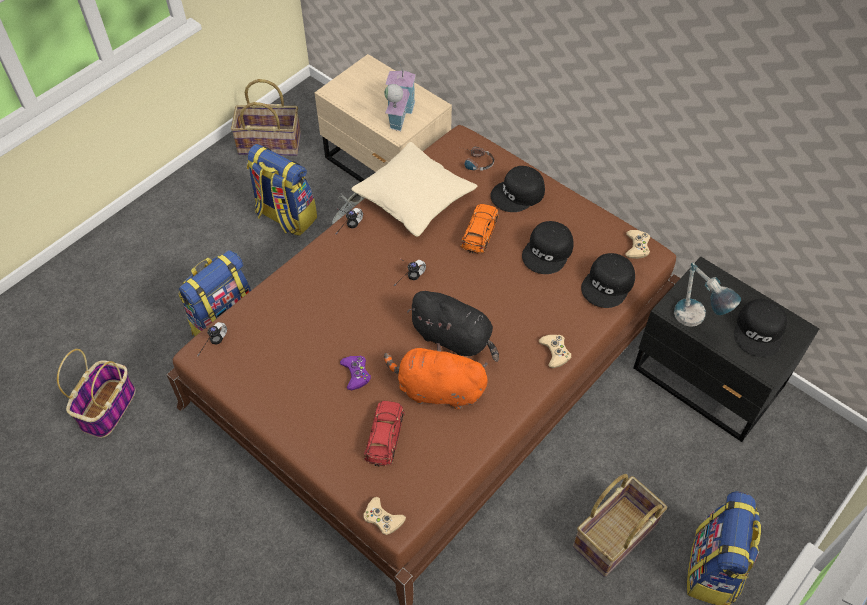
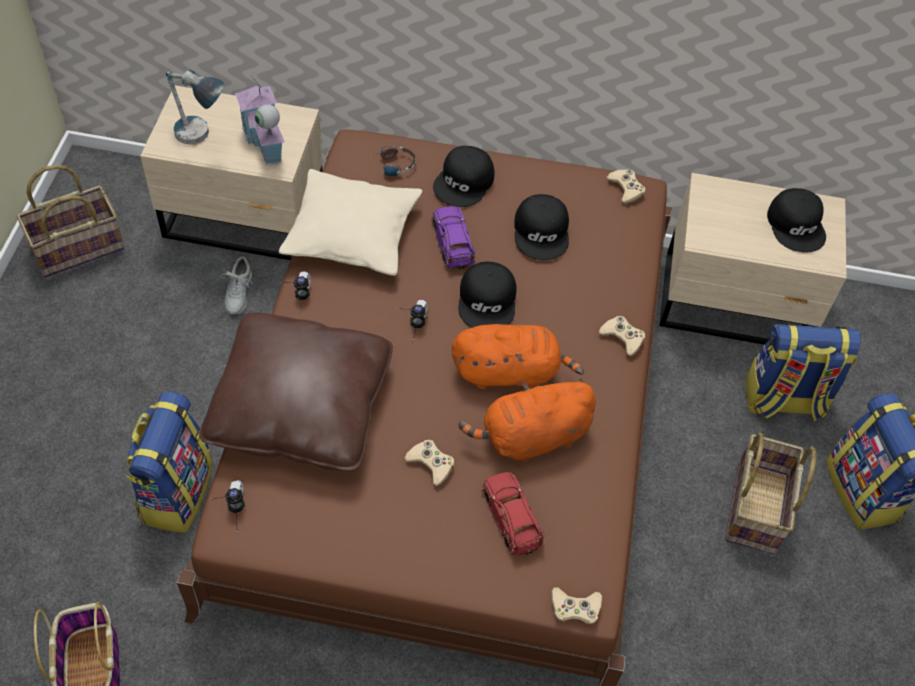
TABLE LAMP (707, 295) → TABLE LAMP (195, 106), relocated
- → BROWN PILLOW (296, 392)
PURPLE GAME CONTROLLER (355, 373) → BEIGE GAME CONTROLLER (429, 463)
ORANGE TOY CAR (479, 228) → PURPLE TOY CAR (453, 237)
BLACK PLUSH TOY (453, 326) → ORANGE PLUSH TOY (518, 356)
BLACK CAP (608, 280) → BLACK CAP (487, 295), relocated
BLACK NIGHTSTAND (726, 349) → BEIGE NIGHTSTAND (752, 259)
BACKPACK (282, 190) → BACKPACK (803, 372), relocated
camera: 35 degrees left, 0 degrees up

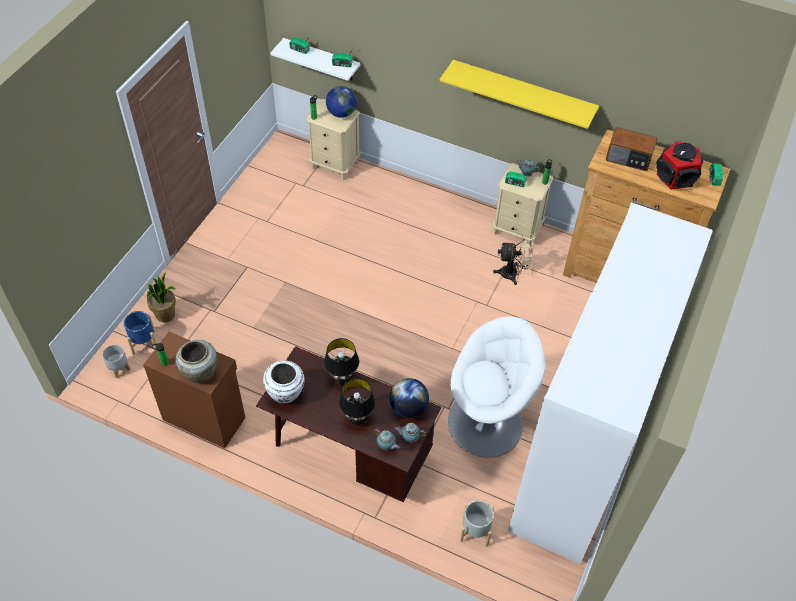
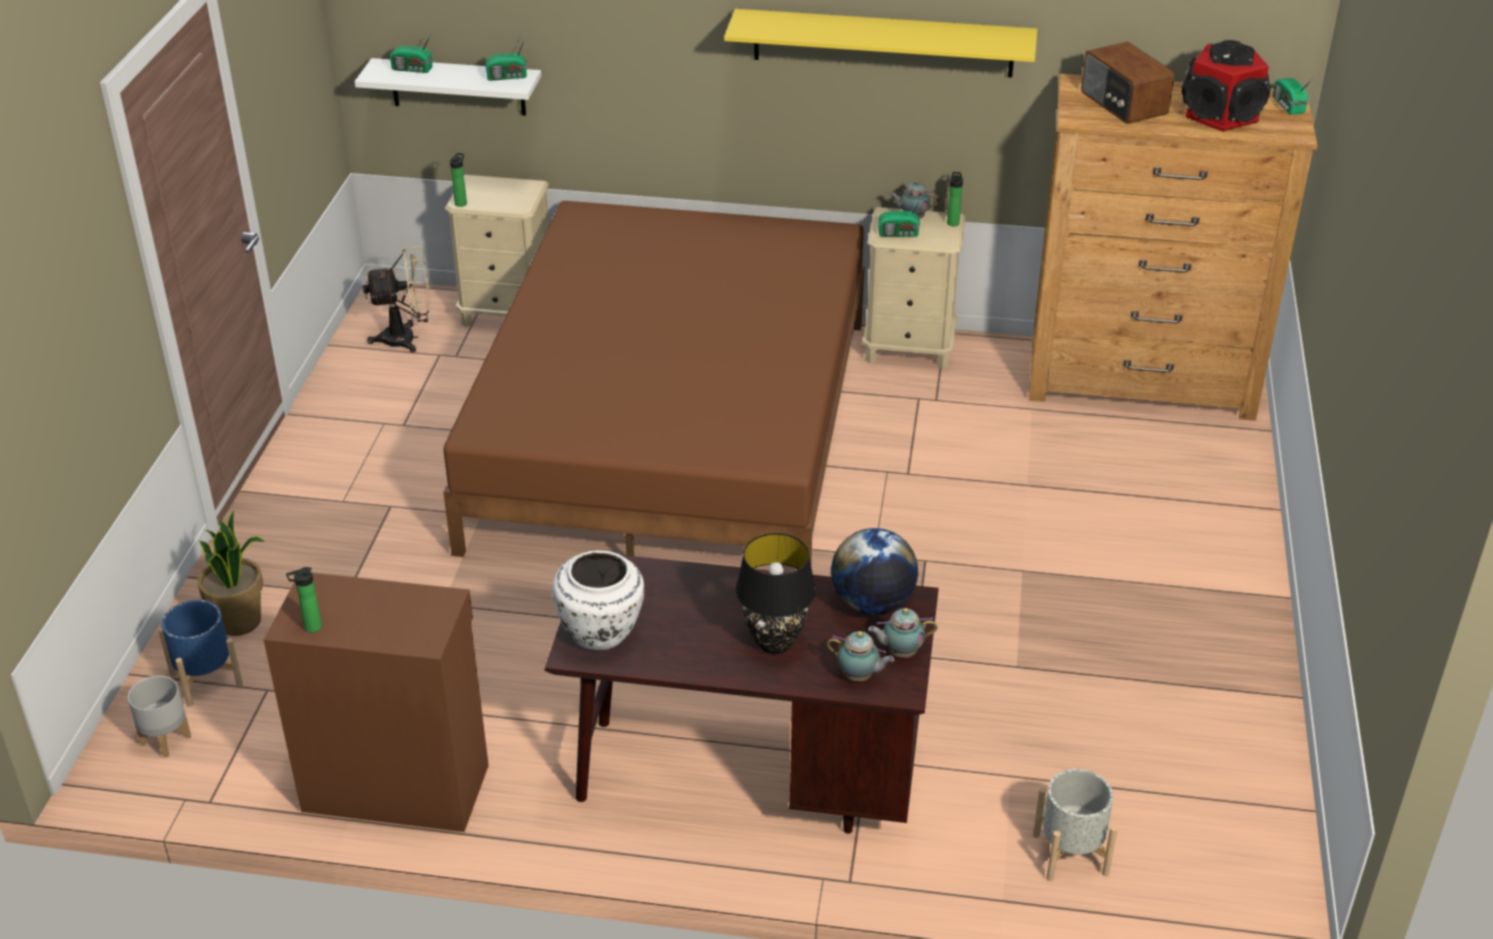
BEIGE FAN (513, 259) → BEIGE FAN (396, 299), relocated
- → BROWN BED (653, 385)
RADIO (631, 149) → RADIO (1127, 83), 60 degrees clockwise
BEIGE VASE (196, 361) → -
BLACK TABLE LAMP (341, 361) → -
GLOBE (341, 102) → -
WHITE ARMCHAIR (496, 387) → -
WHITE WARDROBE (610, 383) → -
camera: 15 degrees left, 15 degrees down

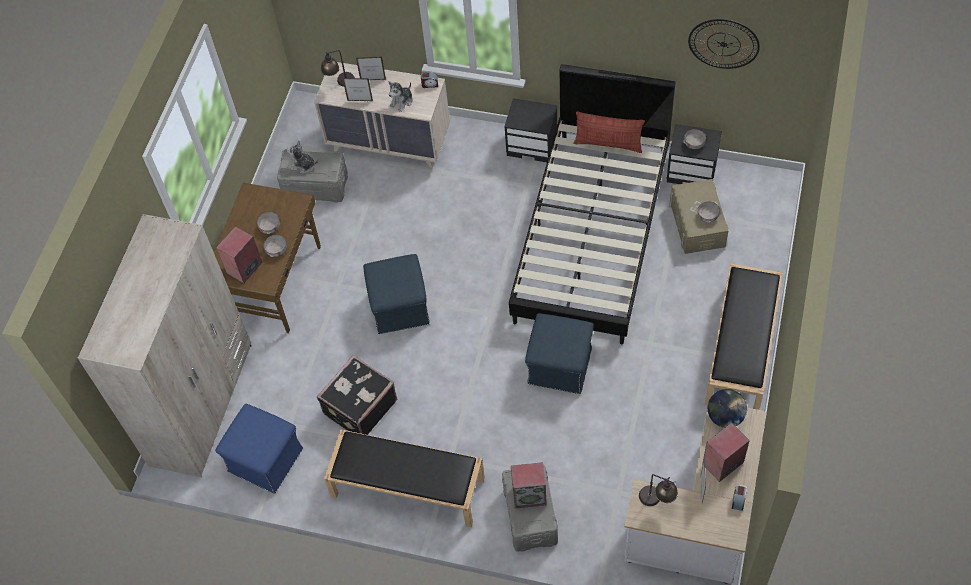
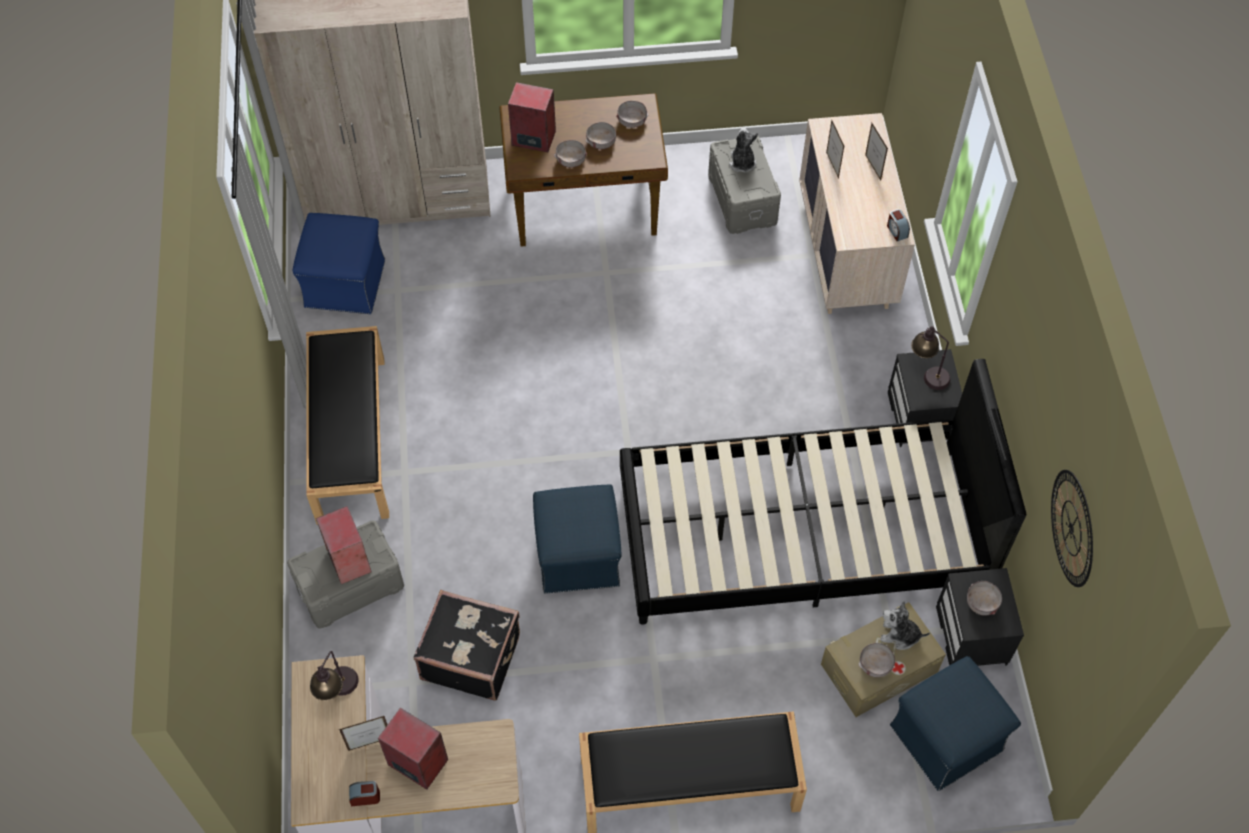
BLACK SUITCASE (357, 395) → BLACK SUITCASE (467, 645), relocated
- → GREY BOWL (632, 114)
PLUSH TOY (401, 96) → PLUSH TOY (905, 625), relocated
BLUE OTTOMAN (396, 294) → BLUE OTTOMAN (955, 723), relocated
TABLE LAMP (338, 68) → TABLE LAMP (930, 358), relocated
PILLOW (609, 132) → -
GLOBE (727, 408) → -
camera: 65 degrees right, 0 degrees up

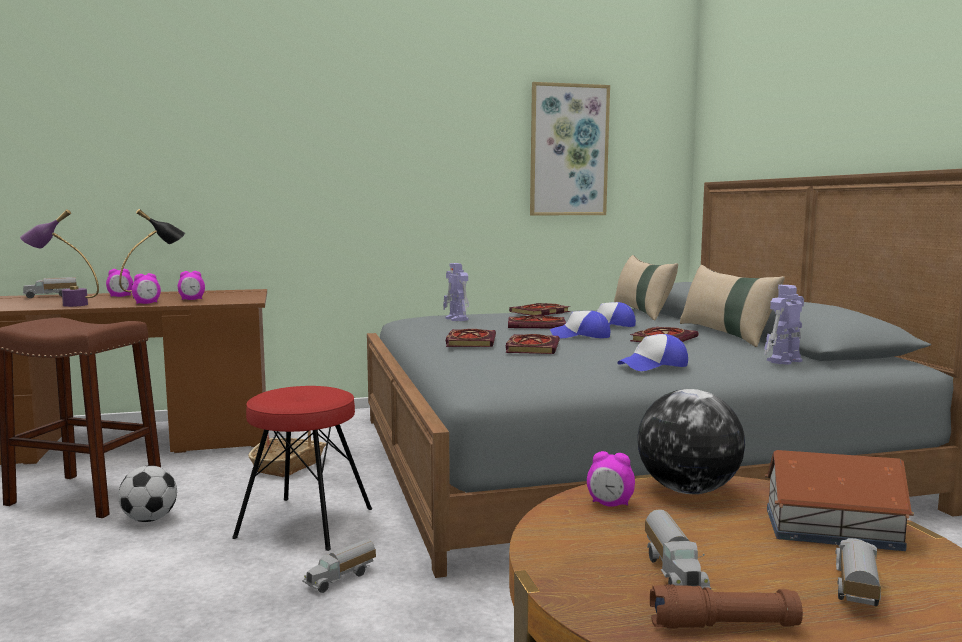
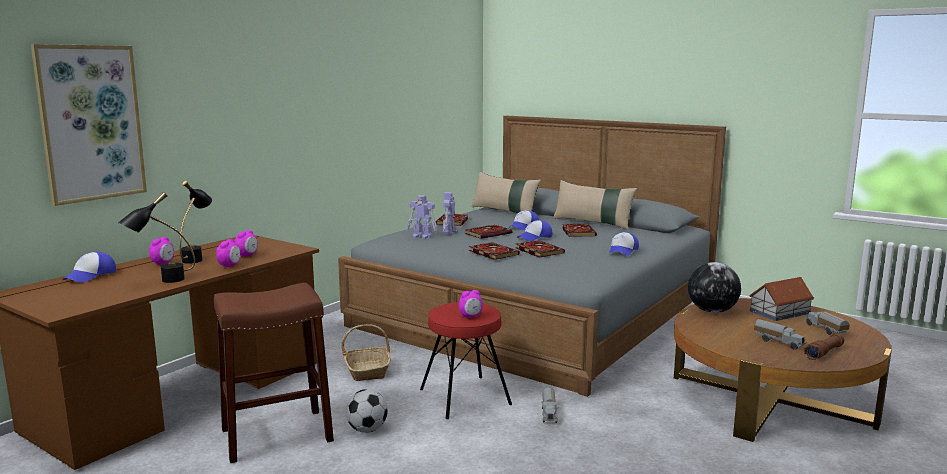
PICTURE (570, 148) → PICTURE (89, 125), relocated
TOY TRUCK (50, 287) → CAP (89, 267)
PURPLE TABLE LAMP (59, 258) → BLACK TABLE LAMP (156, 237)
TOY ROBOT (784, 325) → TOY ROBOT (449, 213), relocated
ALARM CLOCK (611, 479) → ALARM CLOCK (471, 304), relocated
camera: 40 degrees left, 5 degrees up

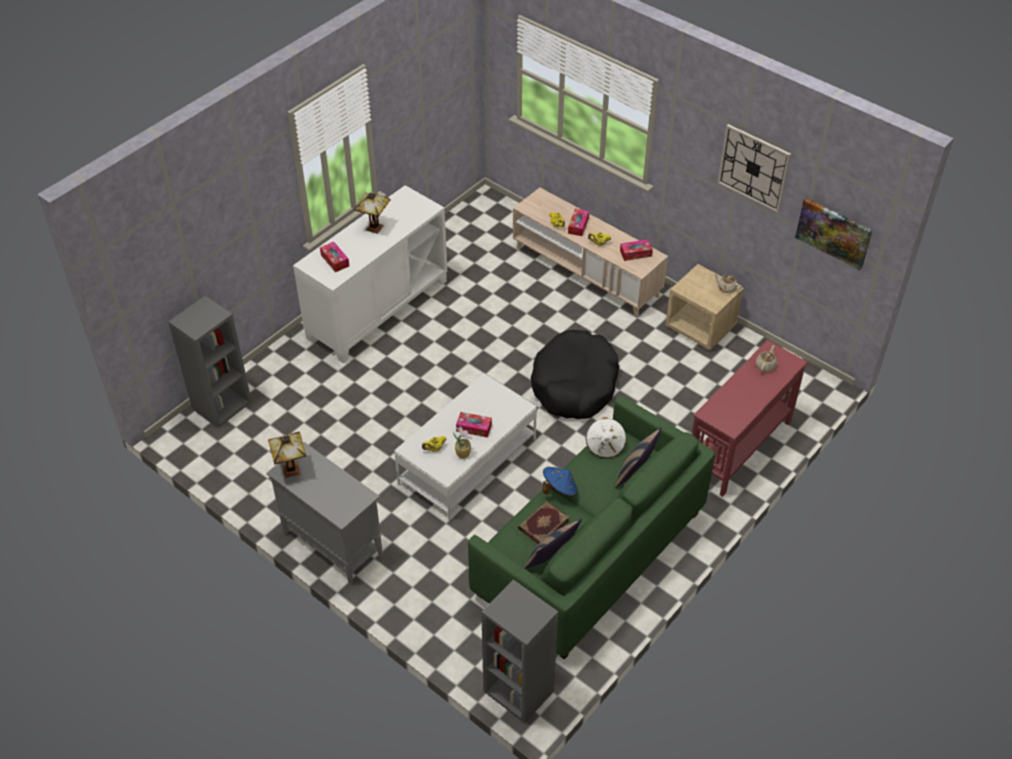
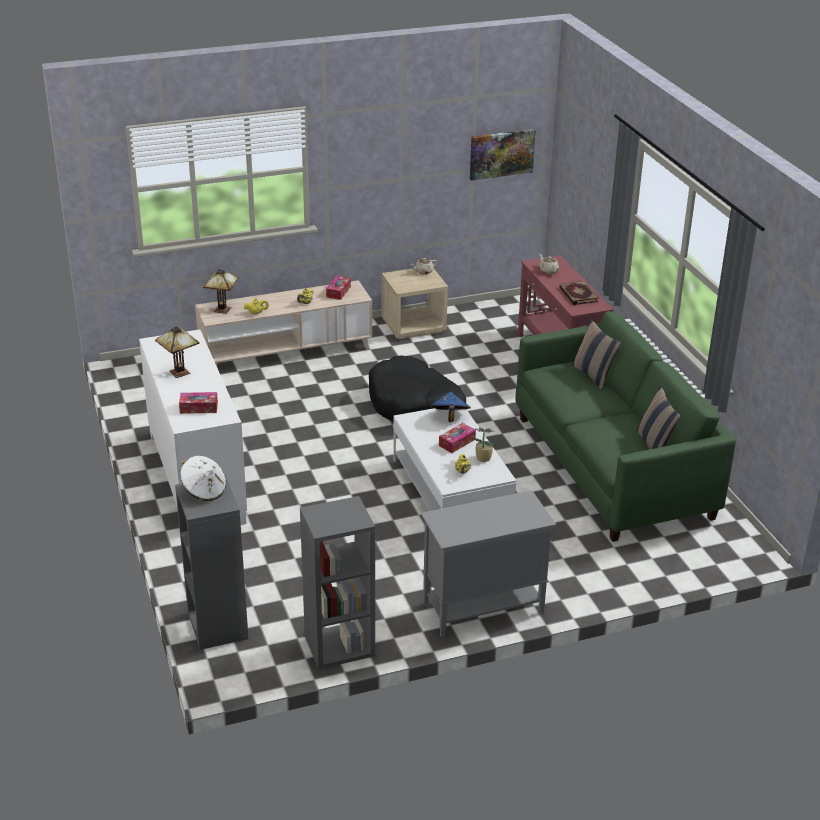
WHITE HAT (606, 438) → WHITE HAT (203, 478), relocated
TABLE LAMP (287, 455) → TABLE LAMP (221, 291), relocated
GREY BOOKCASE (519, 651) → GREY BOOKCASE (337, 582), relocated
BLUE HAT (560, 481) → BLUE HAT (450, 406), relocated
BOOK (544, 522) → BOOK (578, 293), relocated
TISSUE BOX (578, 222) → -
WALL CLOCK (754, 168) → -
camera: 60 degrees left, 15 degrees down

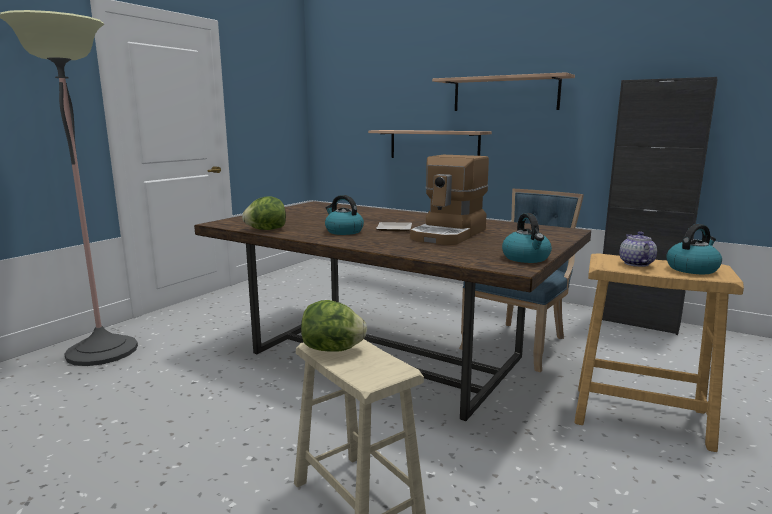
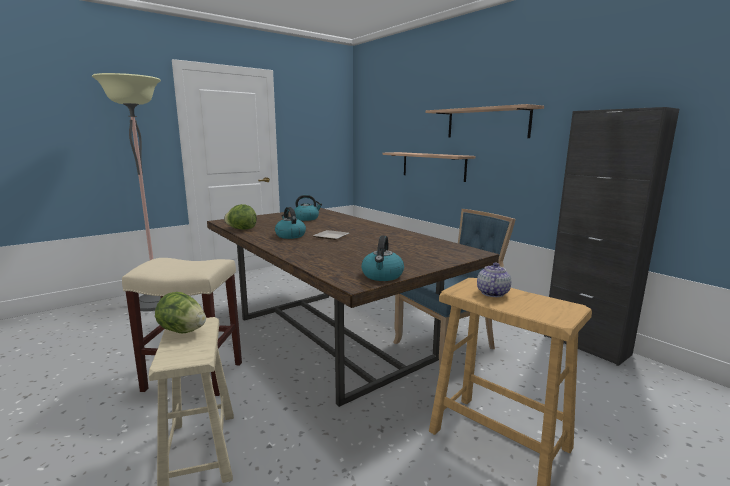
- → BEIGE STOOL (182, 327)
KETTLE (694, 249) → KETTLE (308, 208), relocated
COFFEE MACHINE (449, 200) → -
camera: 20 degrees right, 0 degrees up

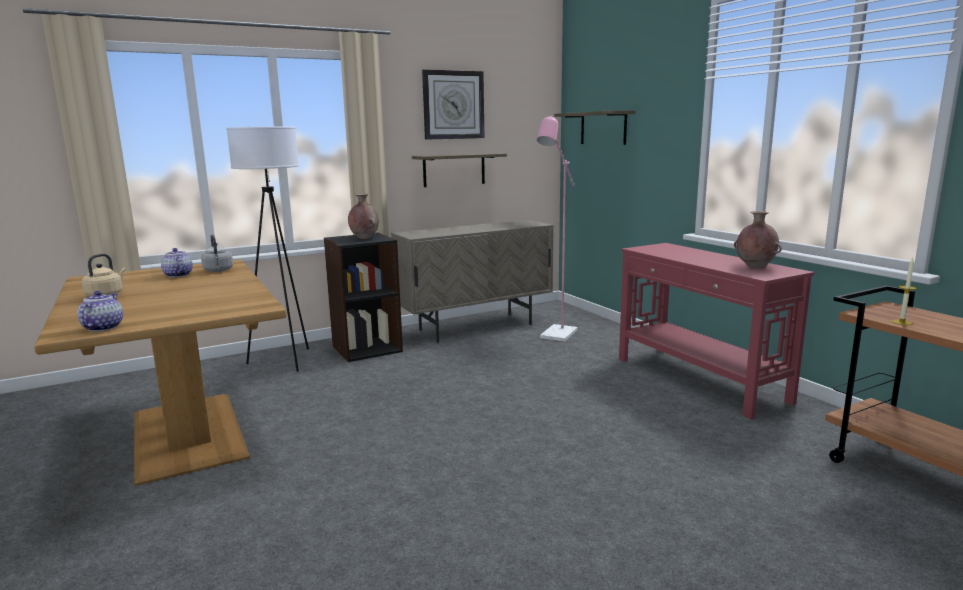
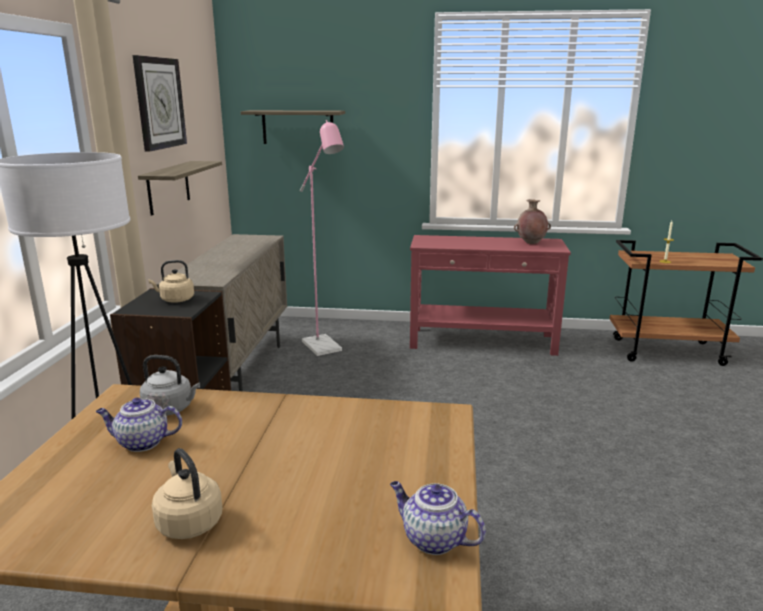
BROWN VASE (363, 216) → BEIGE KETTLE (171, 281)
camera: 55 degrees left, 5 degrees up

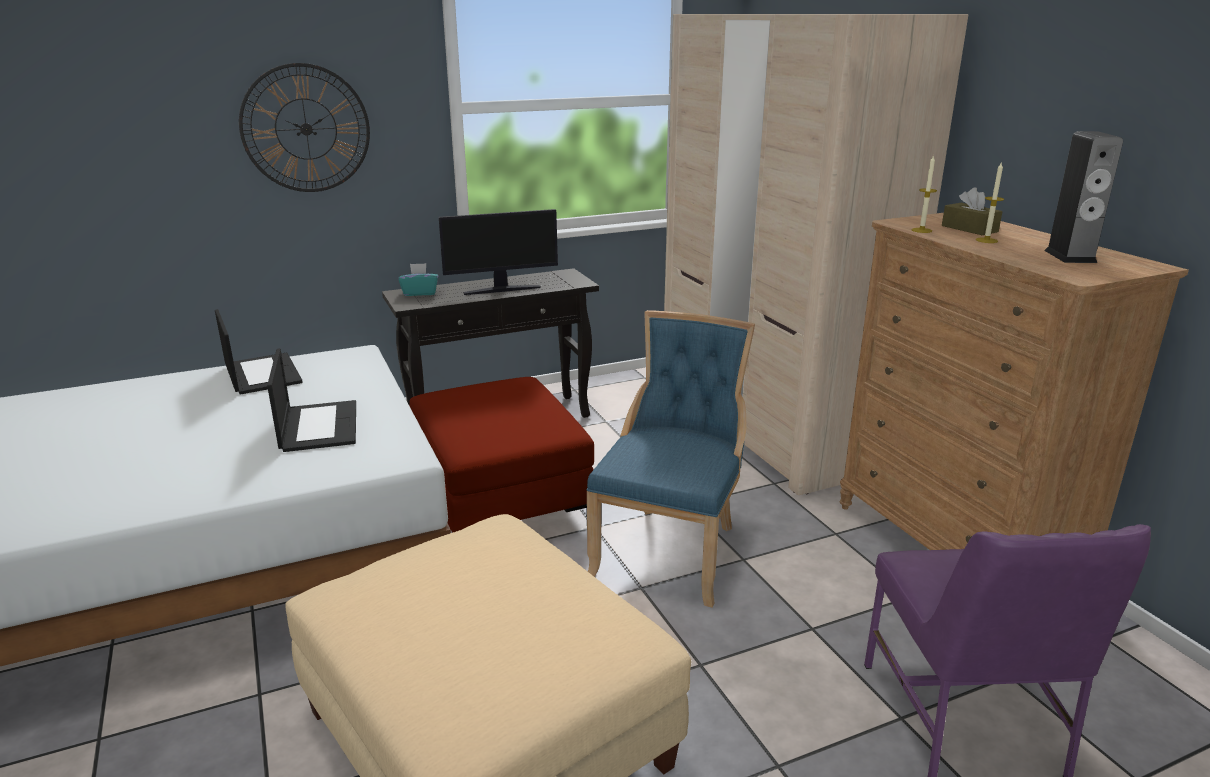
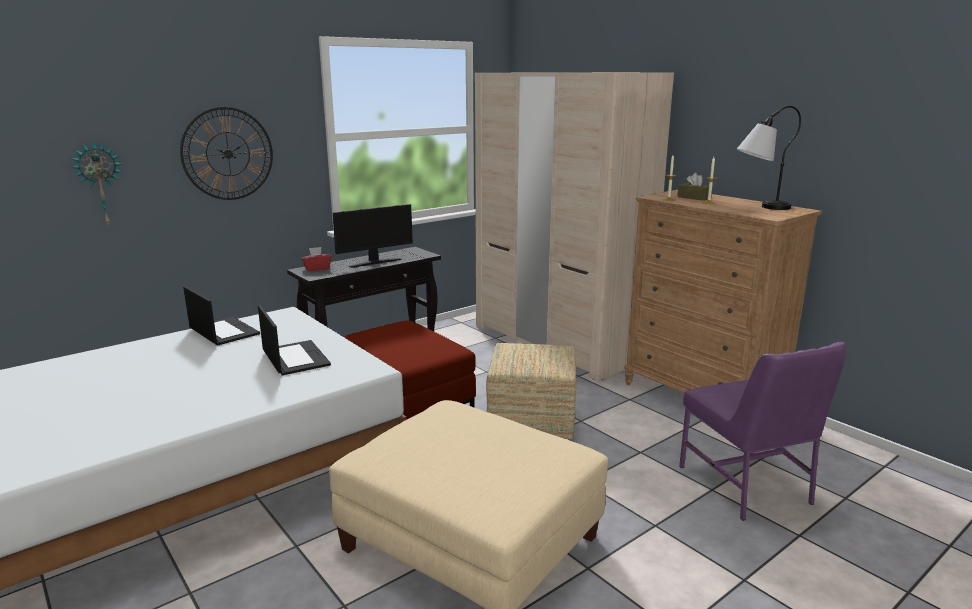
- → WALL CLOCK (96, 184)
TURQUOISE TISSUE BOX (418, 279) → RED TISSUE BOX (316, 259)
BLUE CHAIR (671, 459) → OTTOMAN (531, 391)
SPEAKER (1083, 197) → TABLE LAMP (769, 158)
camera: 15 degrees left, 5 degrees down

